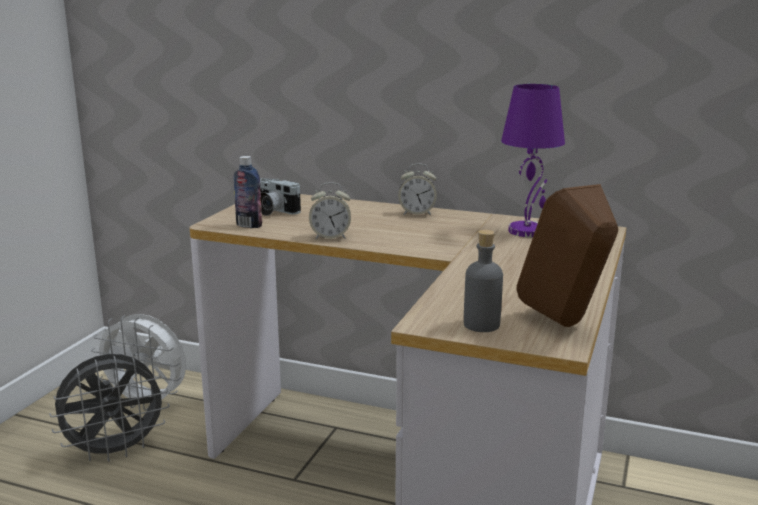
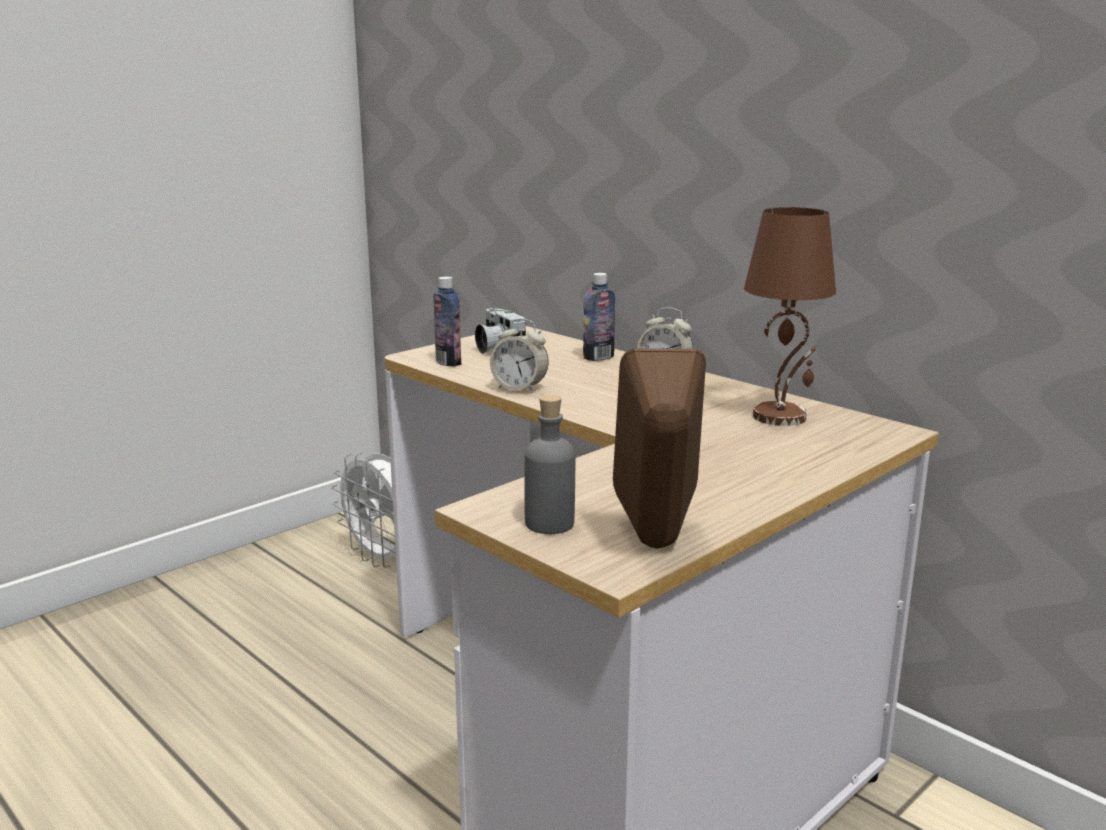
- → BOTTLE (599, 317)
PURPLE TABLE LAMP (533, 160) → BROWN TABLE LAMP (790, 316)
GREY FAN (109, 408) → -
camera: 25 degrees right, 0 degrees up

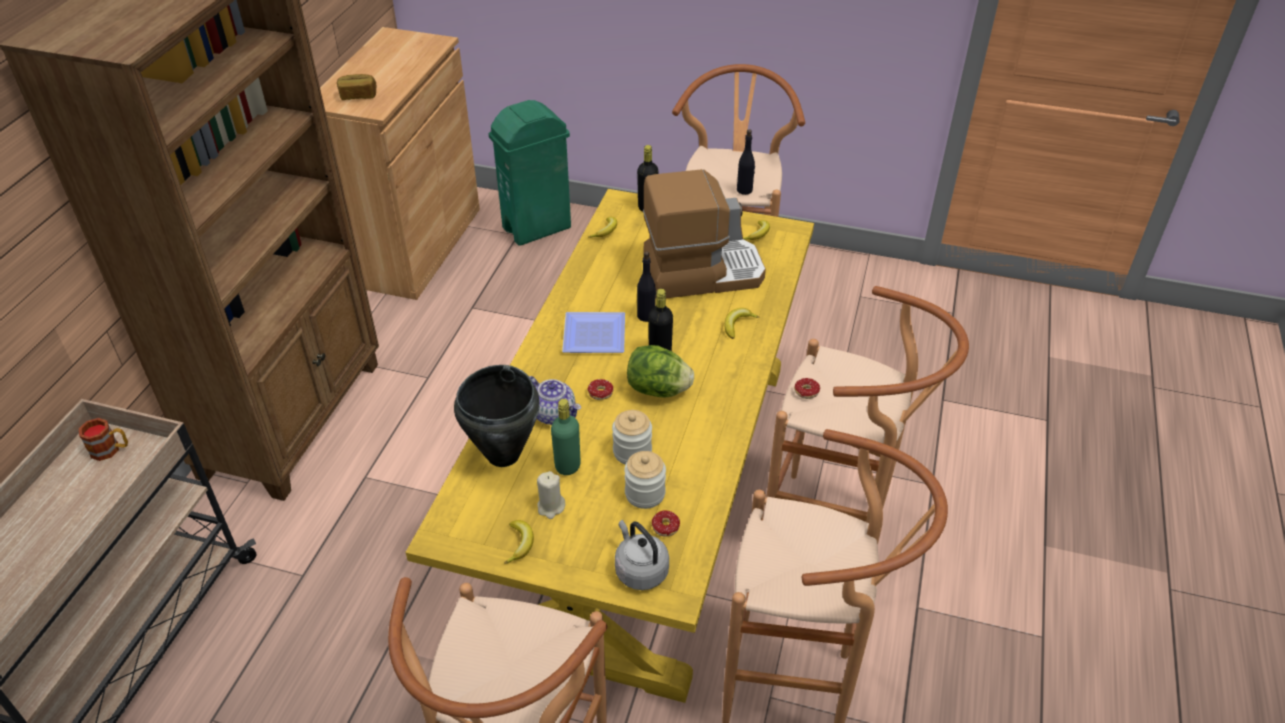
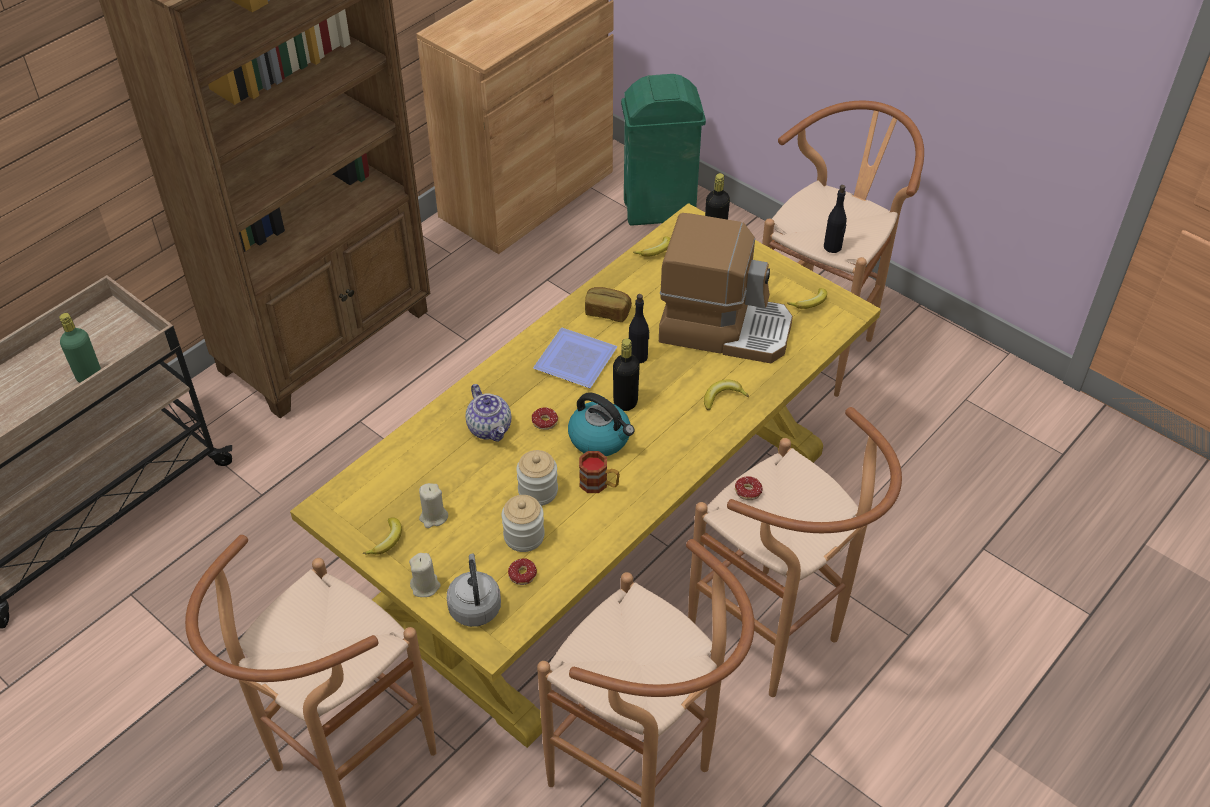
GREEN BOTTLE (566, 437) → GREEN BOTTLE (80, 348), relocated
- → BEIGE CANDLE (424, 575)
LETTUCE (660, 371) → KETTLE (601, 424)
MUG (103, 439) → MUG (599, 472), relocated
BREAD (356, 87) → BREAD (608, 304), relocated
BLACK COOKING POT (497, 416) → -
camera: 25 degrees right, 5 degrees up

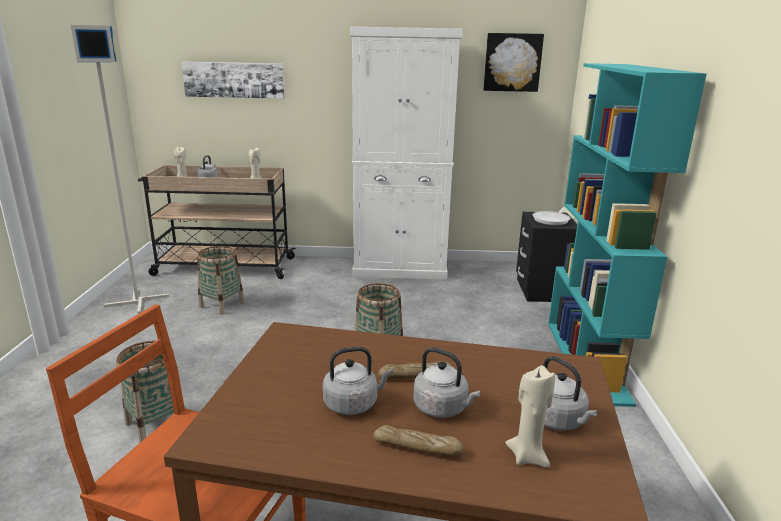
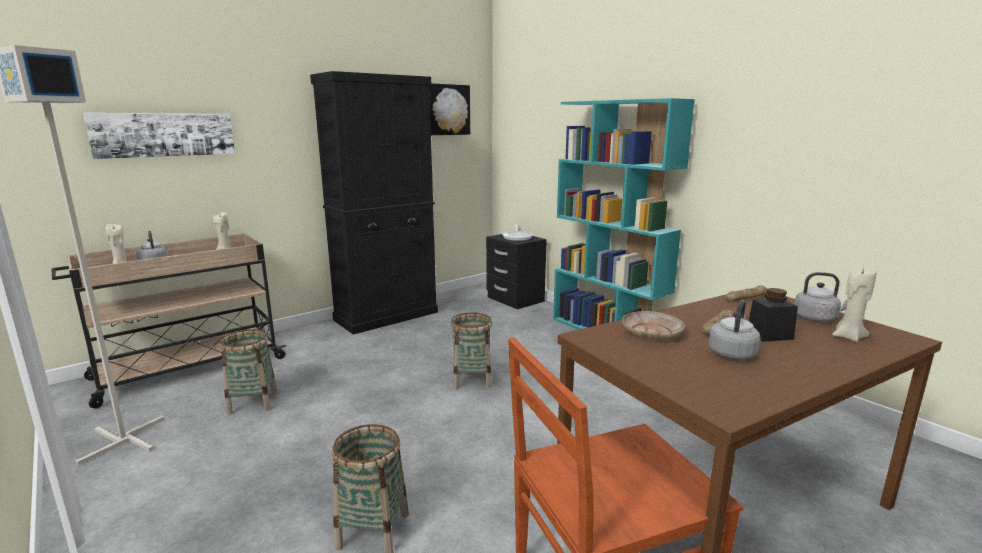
WHITE CABINET (406, 153) → BLACK CABINET (374, 203)
- → BEIGE PLATE (653, 325)
BREAD (418, 440) → BREAD (746, 294), relocated
GREY KETTLE (447, 382) → BLACK JAR (773, 315)
camera: 40 degrees left, 5 degrees down

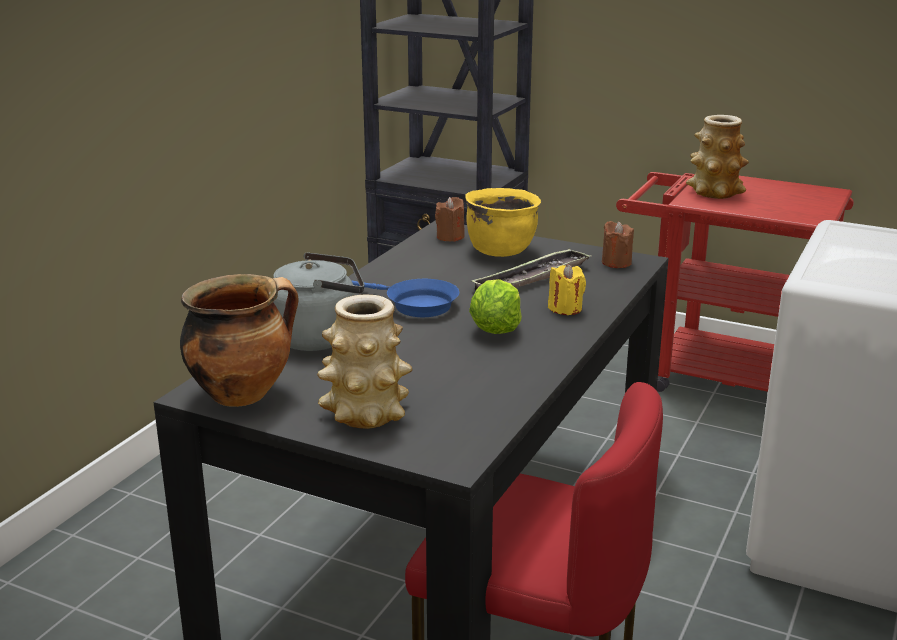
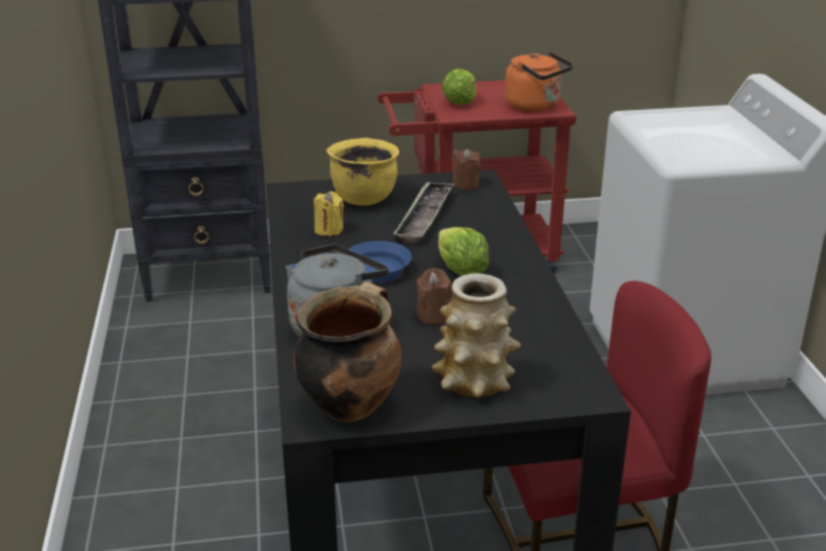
YELLOW CANDLE (567, 289) → YELLOW CANDLE (329, 213), relocated
BROWN CANDLE (450, 219) → BROWN CANDLE (434, 296), relocated
VASE (717, 157) → LETTUCE (459, 87)
- → ORANGE KETTLE (539, 81)
camera: 35 degrees left, 5 degrees up

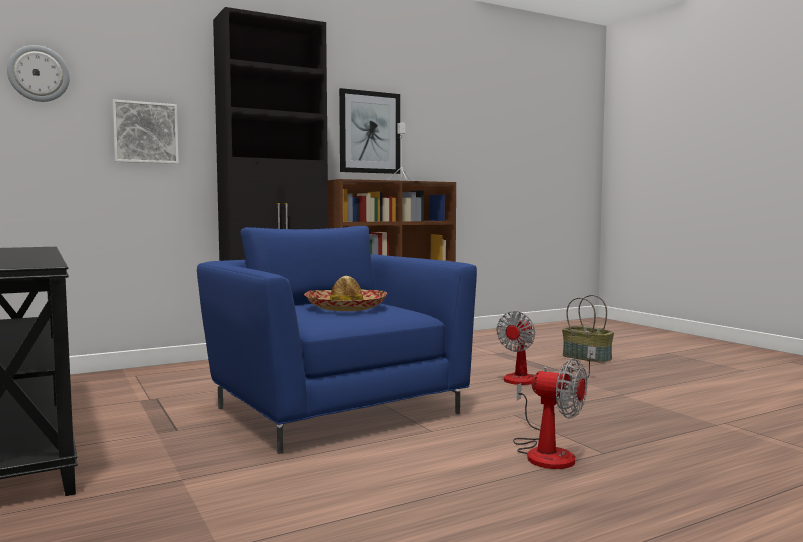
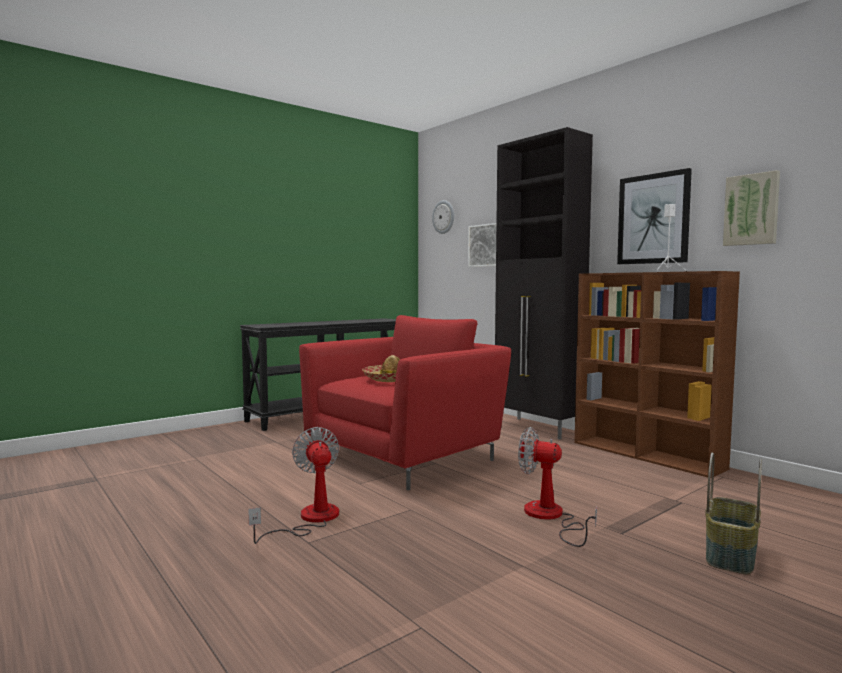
FAN (550, 413) → FAN (293, 485), 135 degrees clockwise
BLUE ARMCHAIR (337, 340) → RED ARMCHAIR (405, 402)
- → PICTURE (751, 208)
camera: 80 degrees right, 0 degrees up

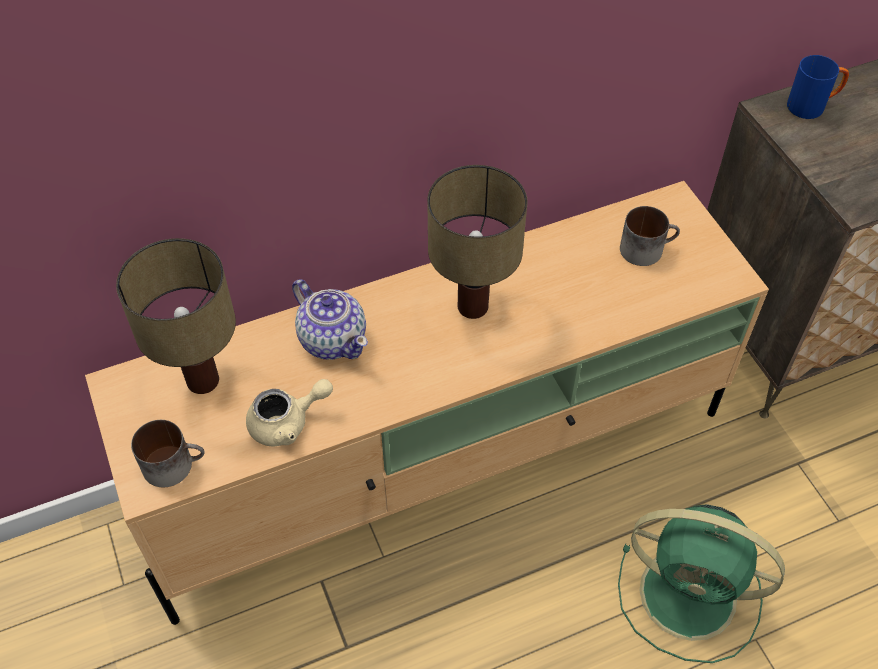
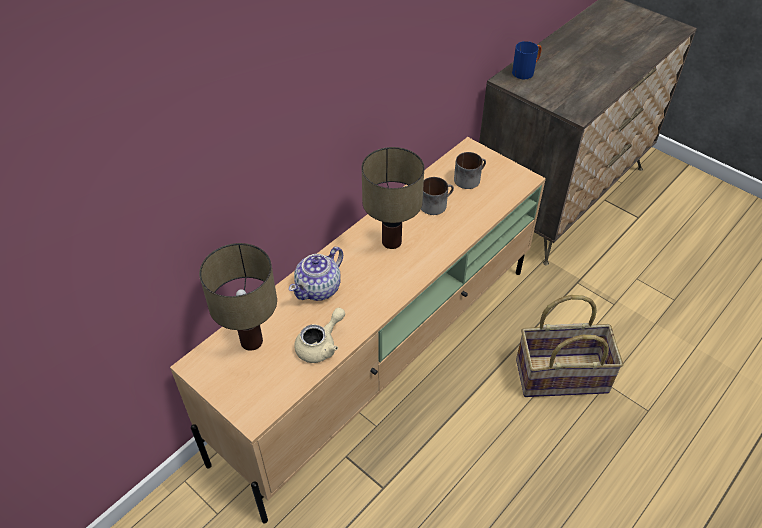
TEAPOT (330, 319) → TEAPOT (316, 274), 105 degrees clockwise
MUG (168, 453) → MUG (437, 196), relocated
GREEN FAN (701, 583) → BASKET (569, 346)
camera: 25 degrees left, 5 degrees down

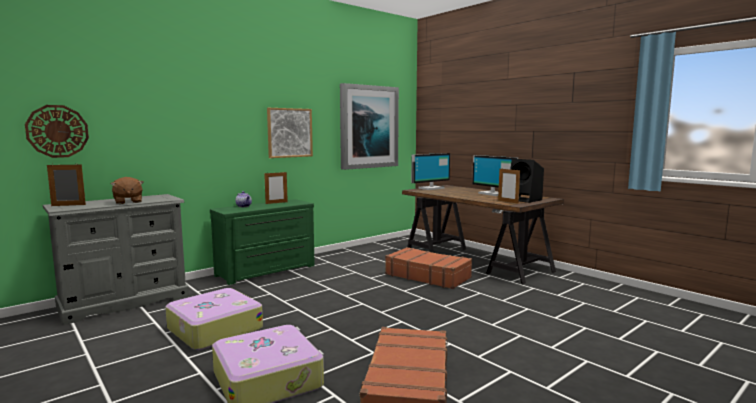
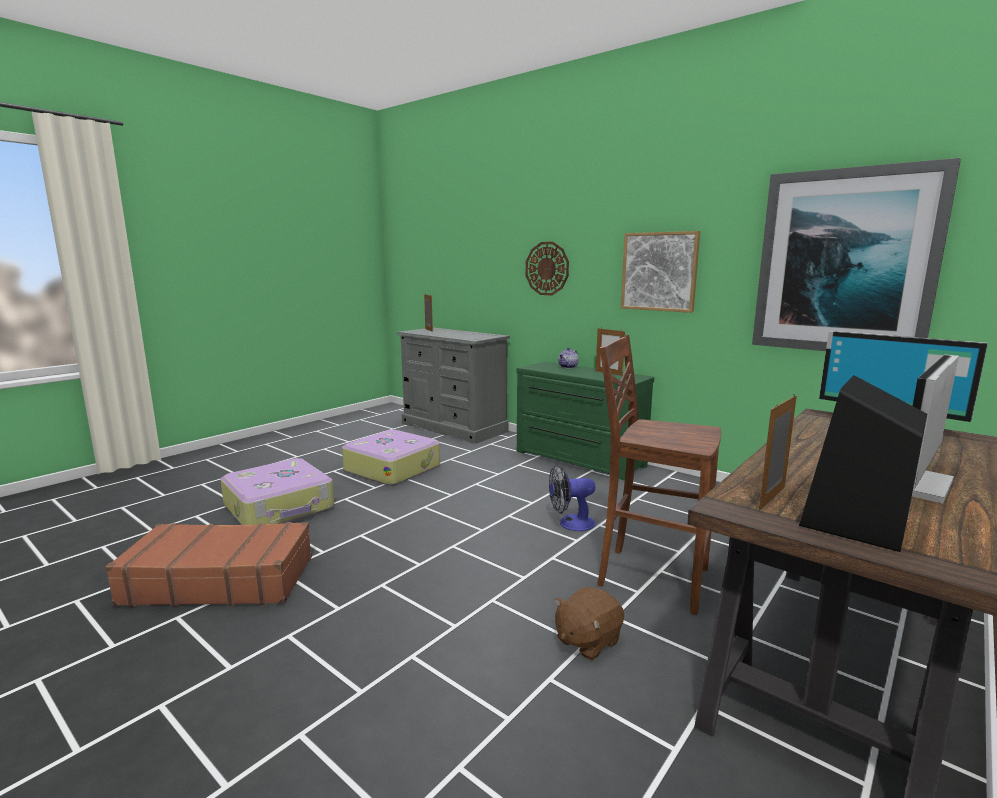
WALL CLOCK (57, 131) → WALL CLOCK (547, 269), relocated
- → FAN (572, 498)
BROWN PLUSH TOY (127, 190) → BROWN PLUSH TOY (589, 623), relocated
BROWN SUITCASE (428, 268) → BROWN STOOL (659, 475)
camera: 80 degrees right, 5 degrees up

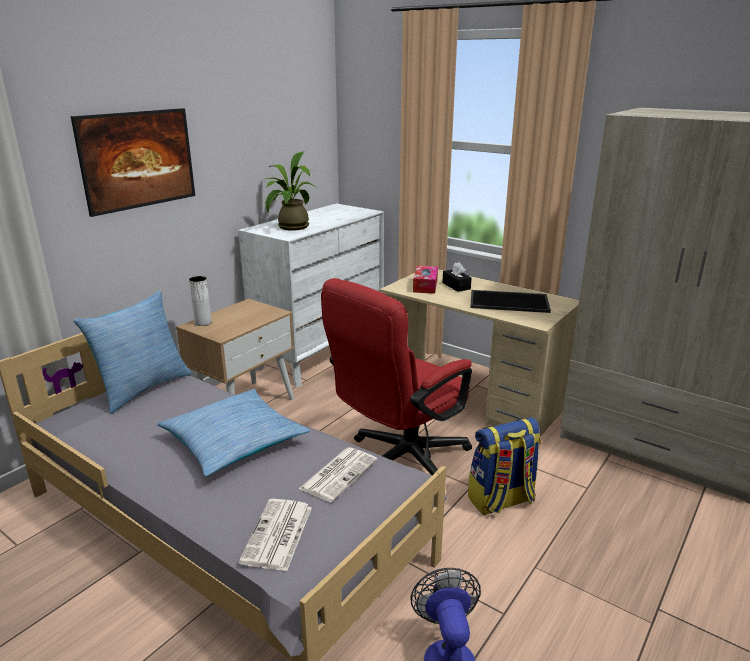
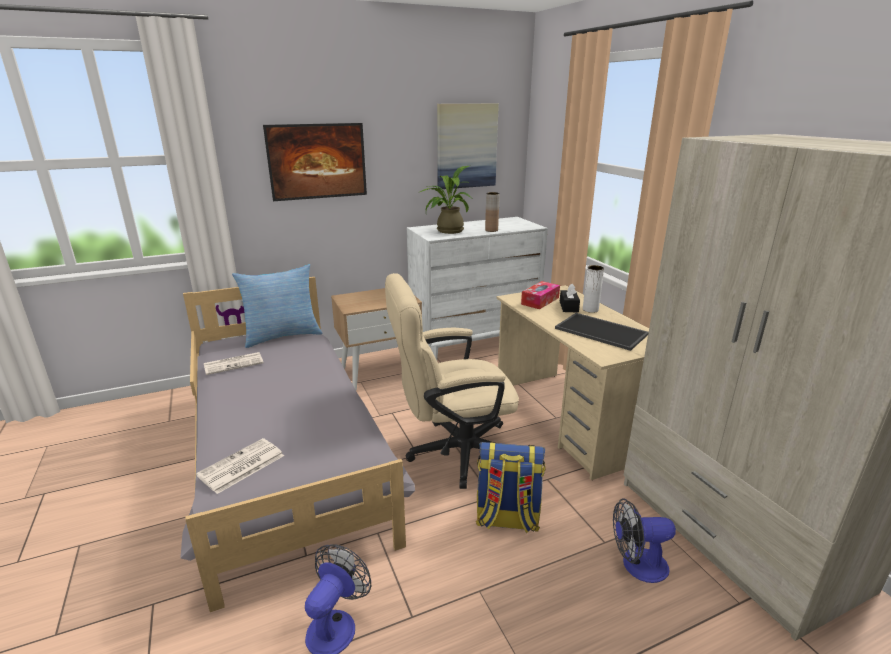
NEWSPAPER (338, 474) → NEWSPAPER (233, 363), relocated
RED OFFICE CHAIR (396, 376) → BEIGE OFFICE CHAIR (452, 381)
- → PICTURE (468, 146)
- → BROWN VASE (492, 212)
WHITE VASE (200, 301) → WHITE VASE (593, 289), relocated
- → FAN (644, 540)
PILLOW (233, 432) → -
camera: 30 degrees right, 0 degrees up

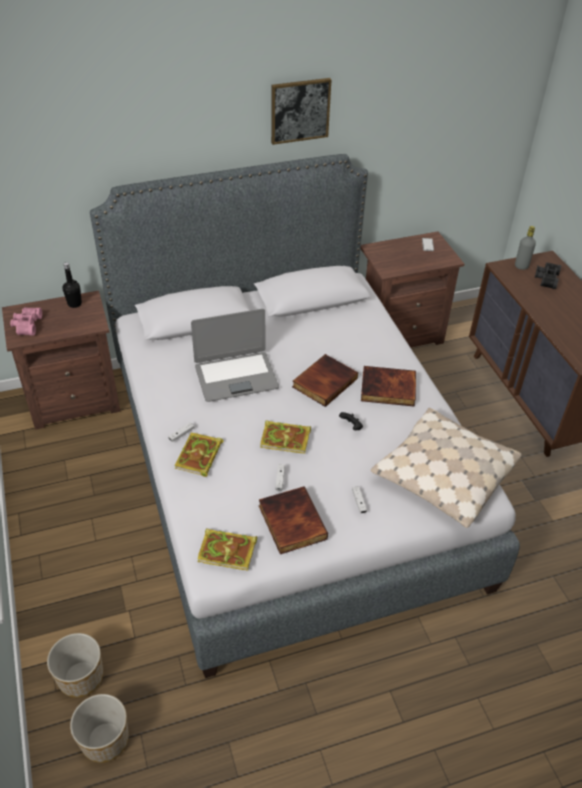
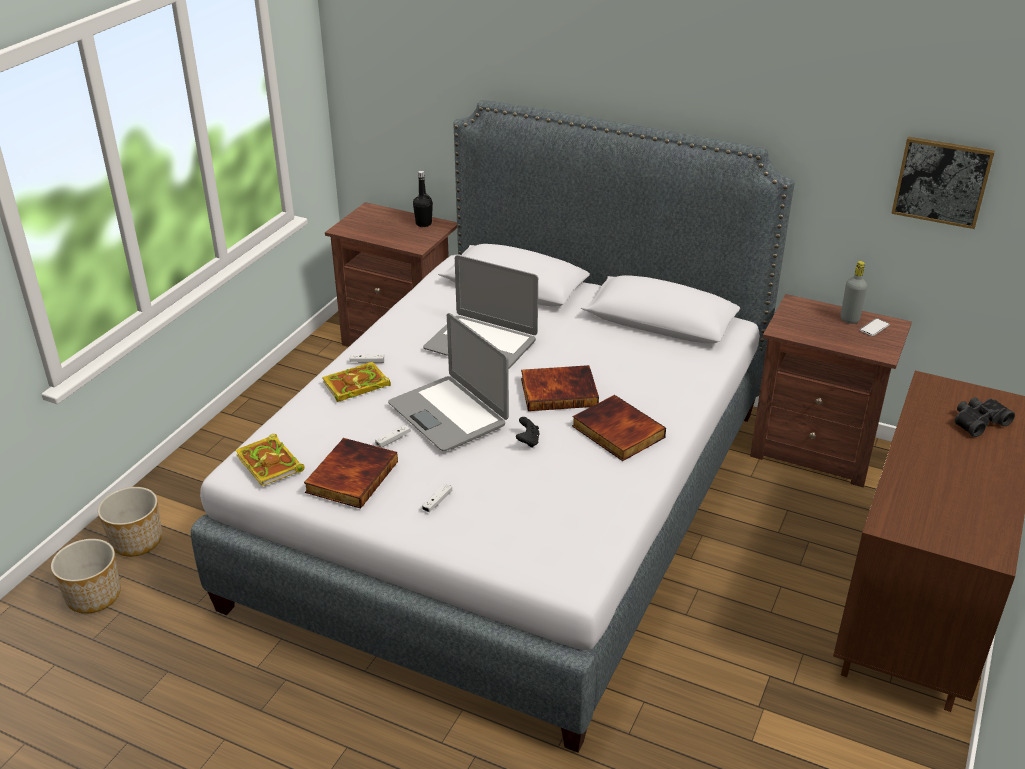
BOOK (285, 437) → LAPTOP (448, 382)
GREY BOTTLE (525, 248) → GREY BOTTLE (854, 292), relocated
PICTURE (301, 111) → PICTURE (943, 183), relocated
PINK BINOCULARS (26, 321) → -
BEIGE PILLOW (446, 468) → -
camera: 45 degrees right, 10 degrees down

